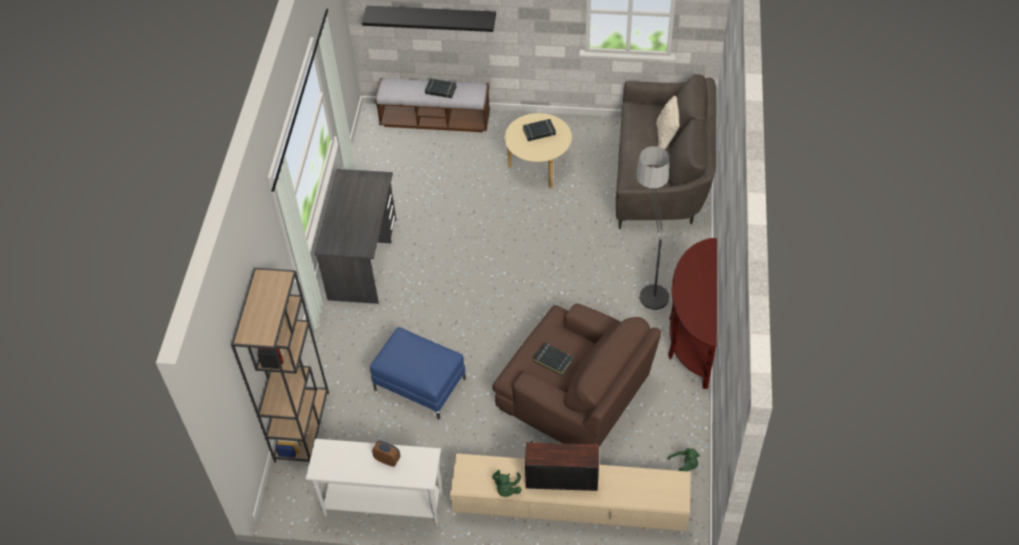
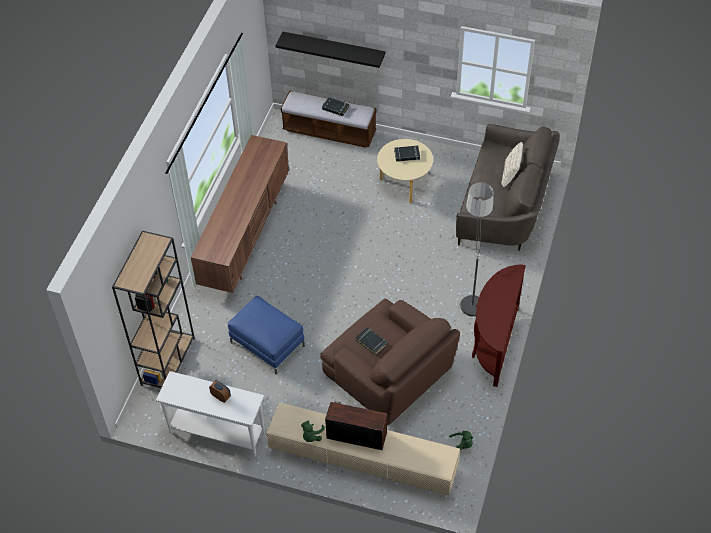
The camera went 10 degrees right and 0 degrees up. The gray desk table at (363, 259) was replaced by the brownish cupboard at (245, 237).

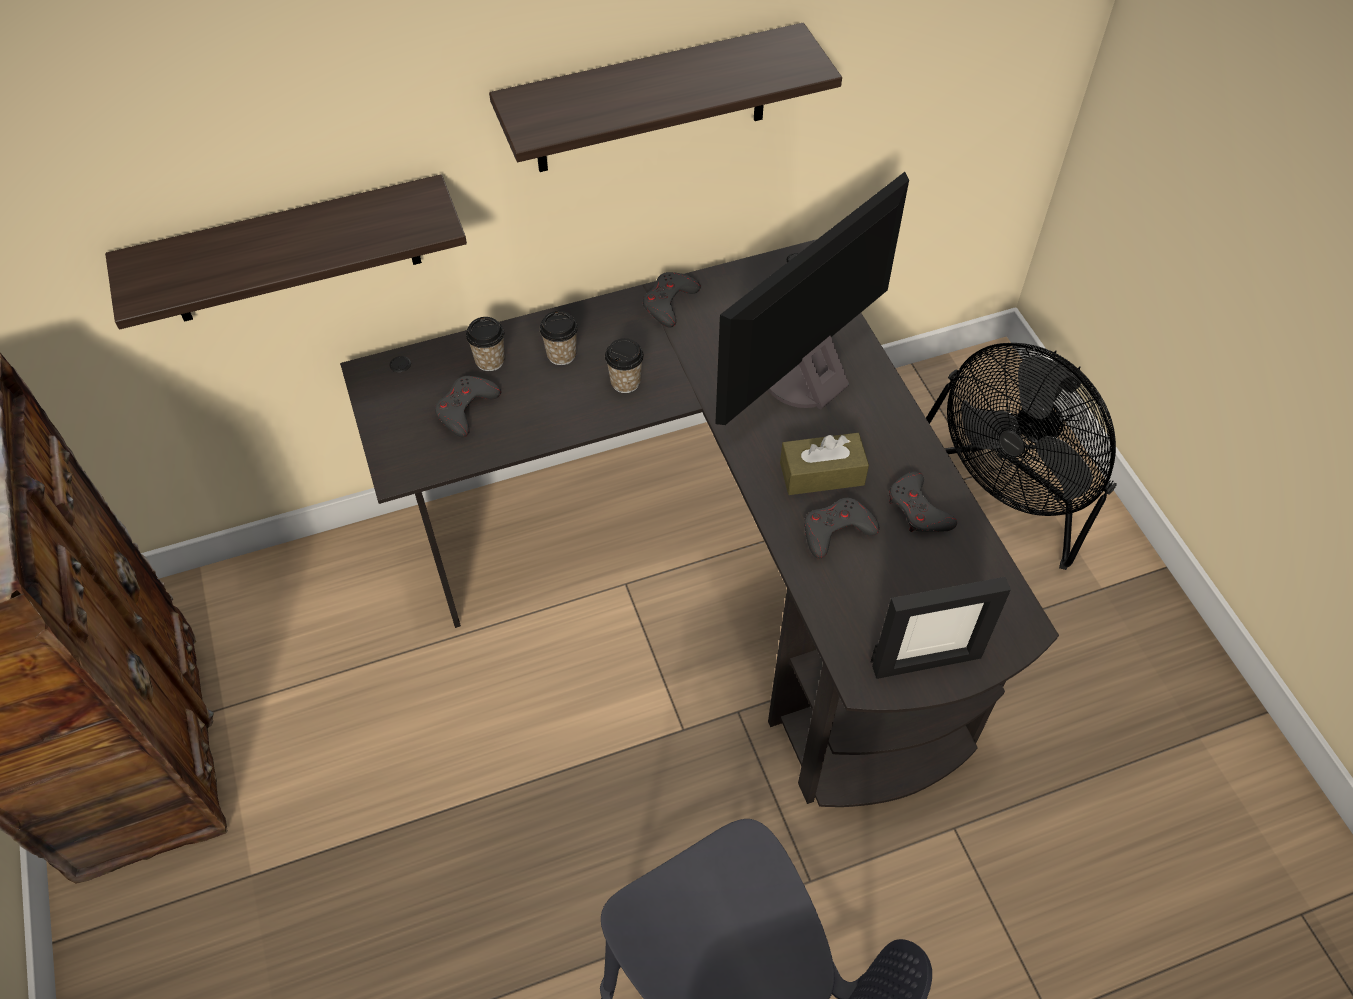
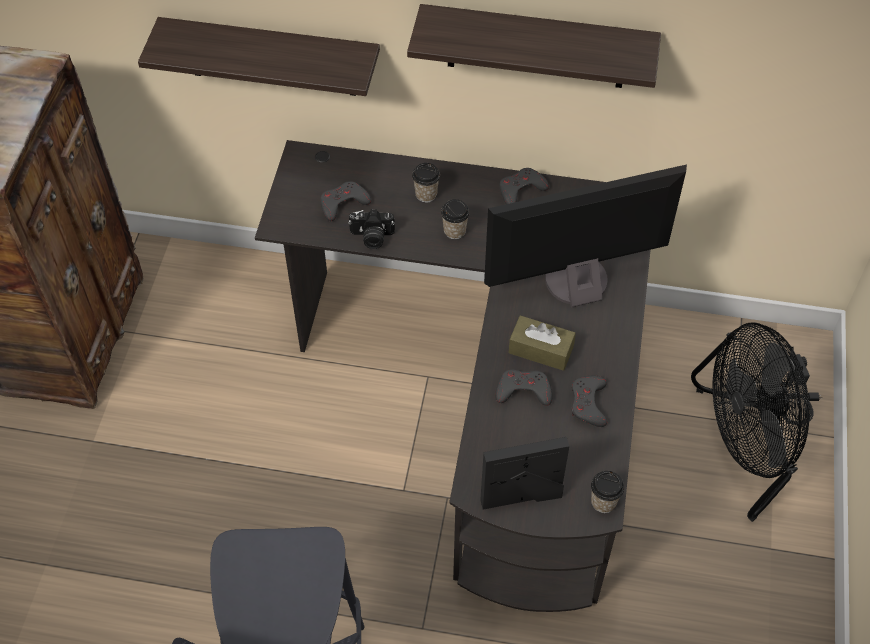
The camera went 30 degrees right and 0 degrees up. The cup moved from (490, 360) to (603, 502). The photo frame at (925, 660) turned 150 degrees clockwise. The still camera at (372, 237) appeared.

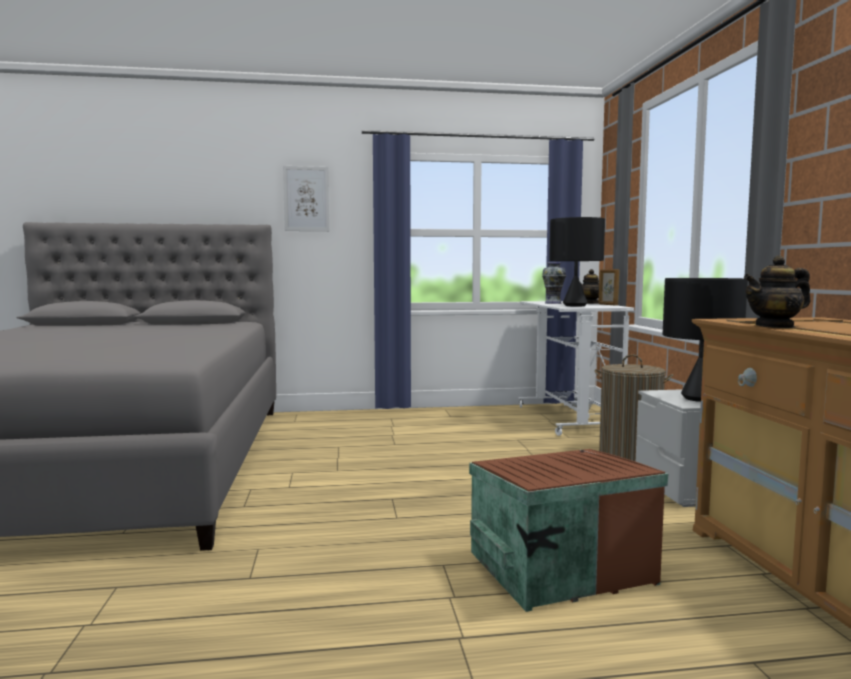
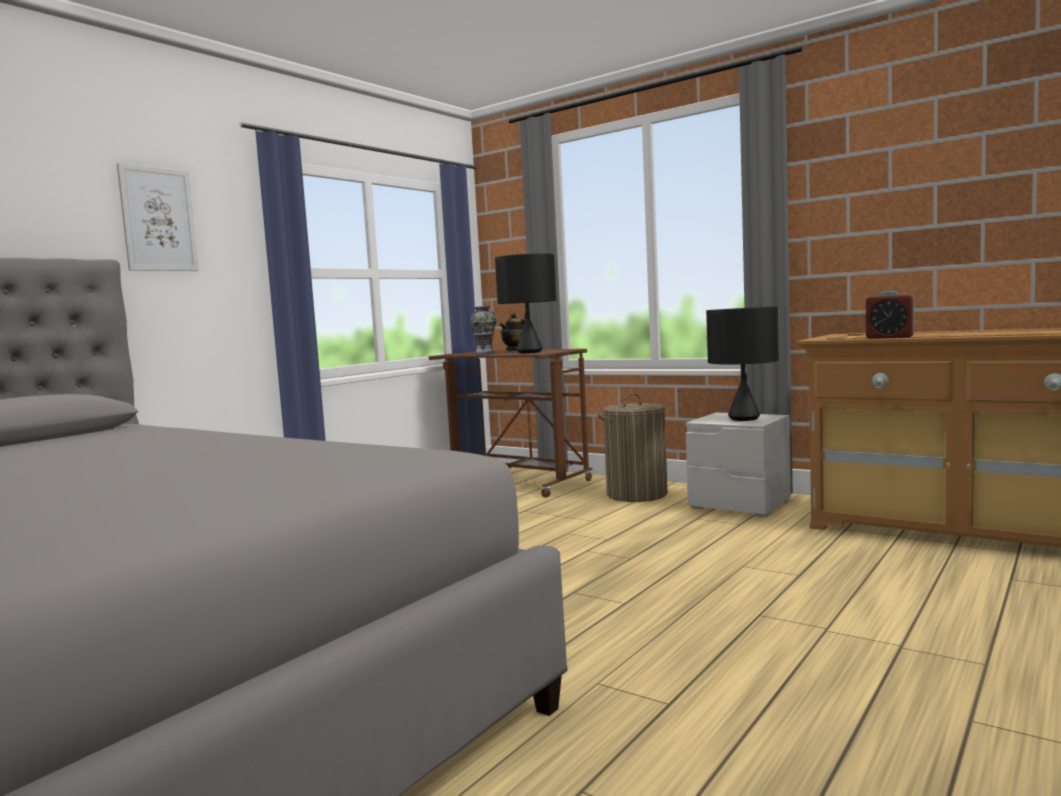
The camera went 45 degrees left and 0 degrees up. The tea pot at (775, 326) was replaced by the alarm clock at (889, 337). The photo frame at (607, 304) disappeared. The whitish desk table at (569, 419) became the brownish desk table at (514, 482). The brownish storage bin at (557, 566) disappeared.

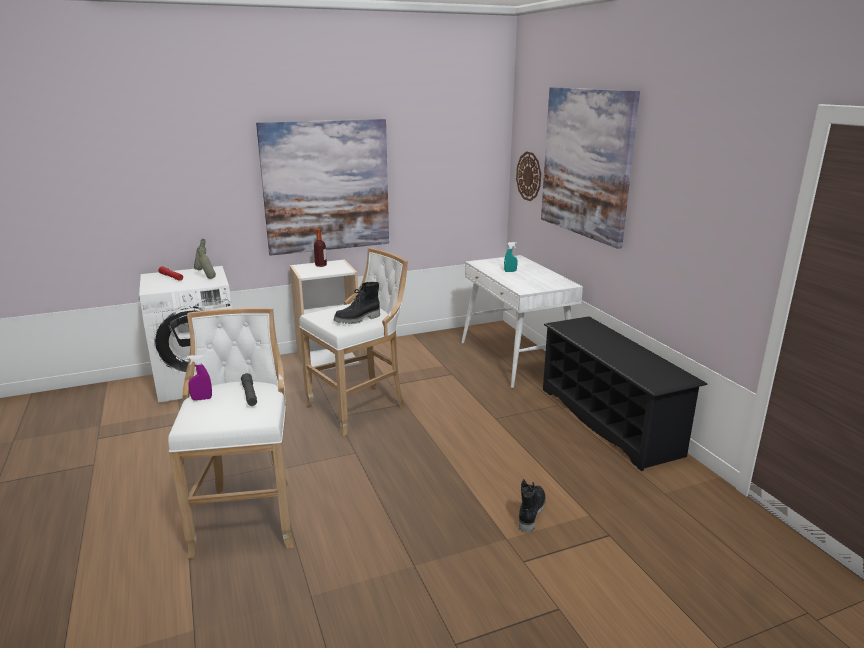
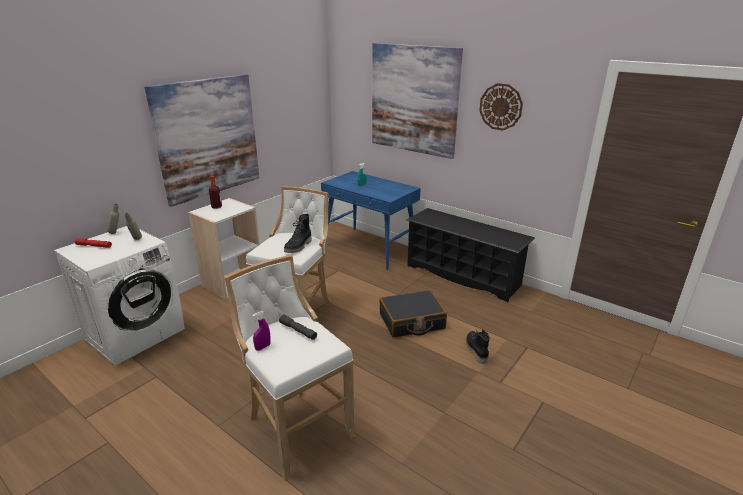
The camera went 30 degrees left and 5 degrees up. The hanging clock moved from (529, 176) to (500, 107). The whitish desk table at (516, 358) became the blue desk table at (370, 247). The black suitcase at (411, 322) appeared.

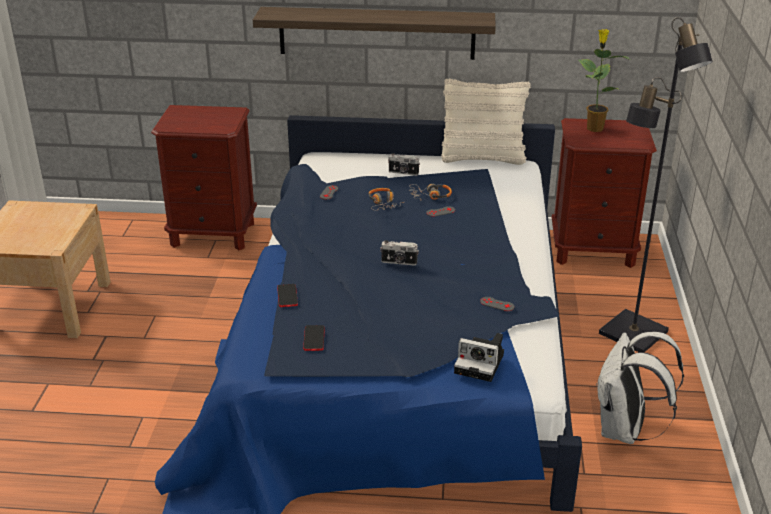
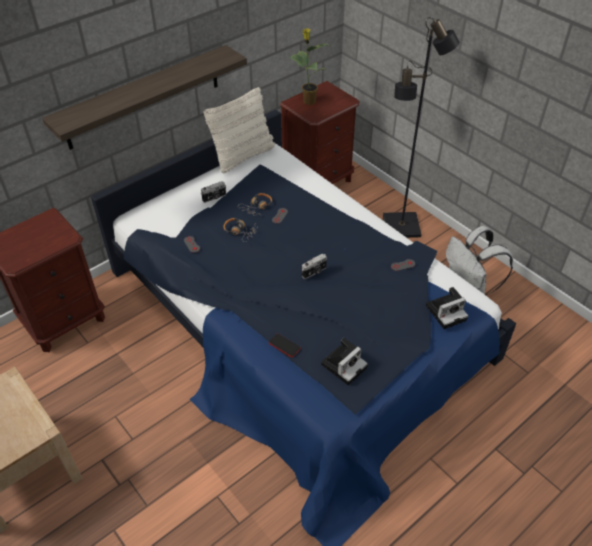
The camera went 45 degrees left and 15 degrees up. The handset at (314, 338) was replaced by the still camera at (344, 364).

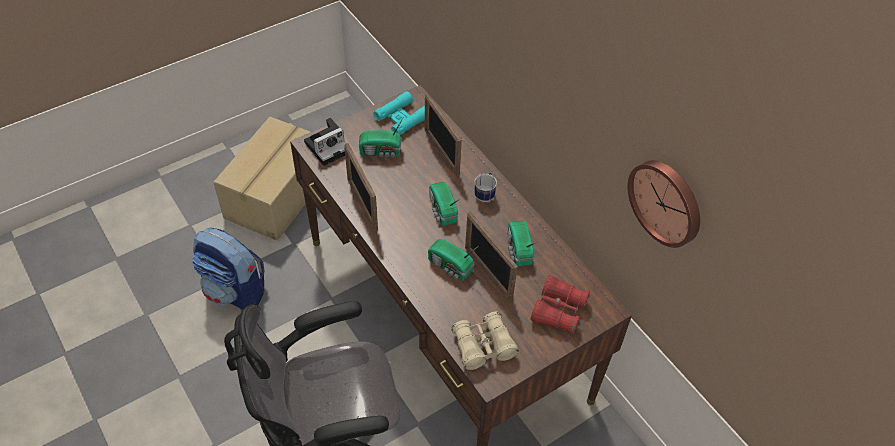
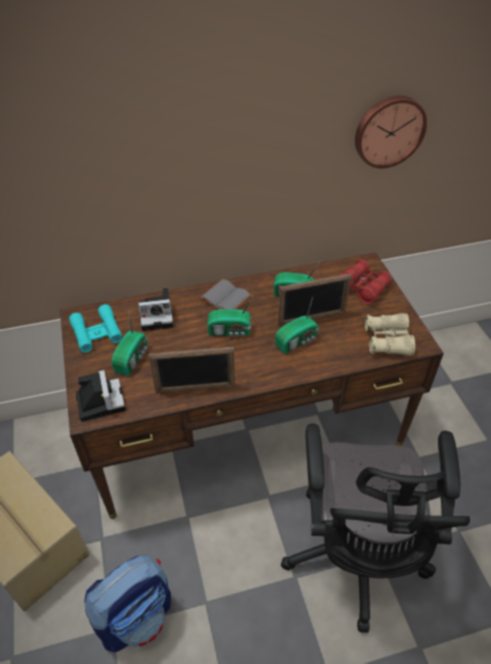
The camera went 70 degrees left and 5 degrees down. The photo frame at (441, 152) was replaced by the still camera at (158, 315). The tea mug at (485, 194) was replaced by the gray bound book at (224, 298).

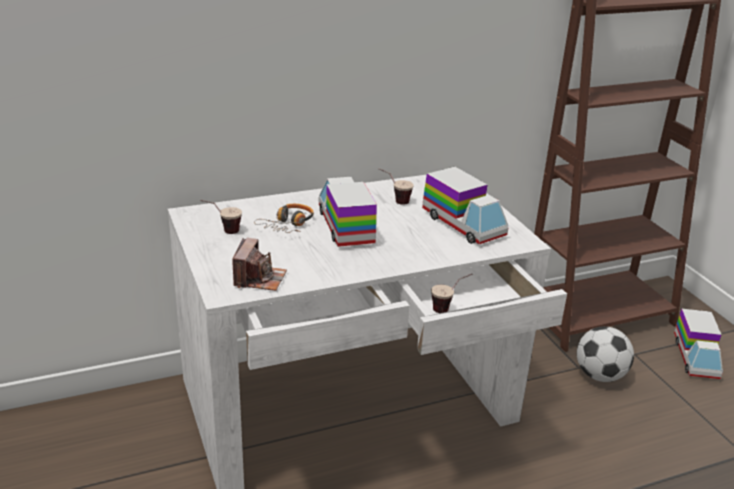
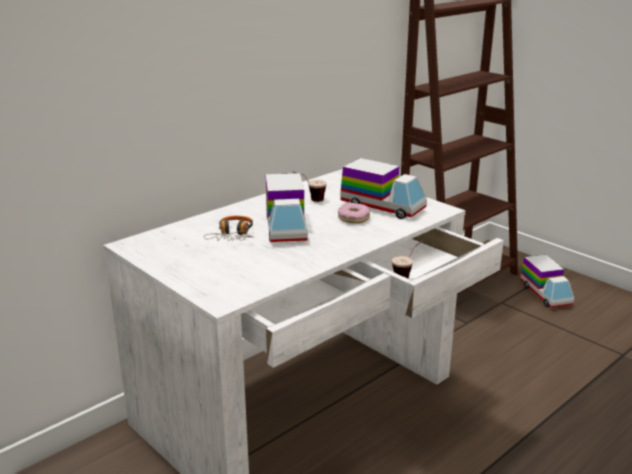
The camera went 20 degrees left and 5 degrees down. The model truck at (345, 227) turned 150 degrees counterclockwise. The cup at (222, 231) disappeared. The still camera at (259, 279) disappeared. The ball for football at (600, 375) disappeared. The donut at (354, 218) appeared.

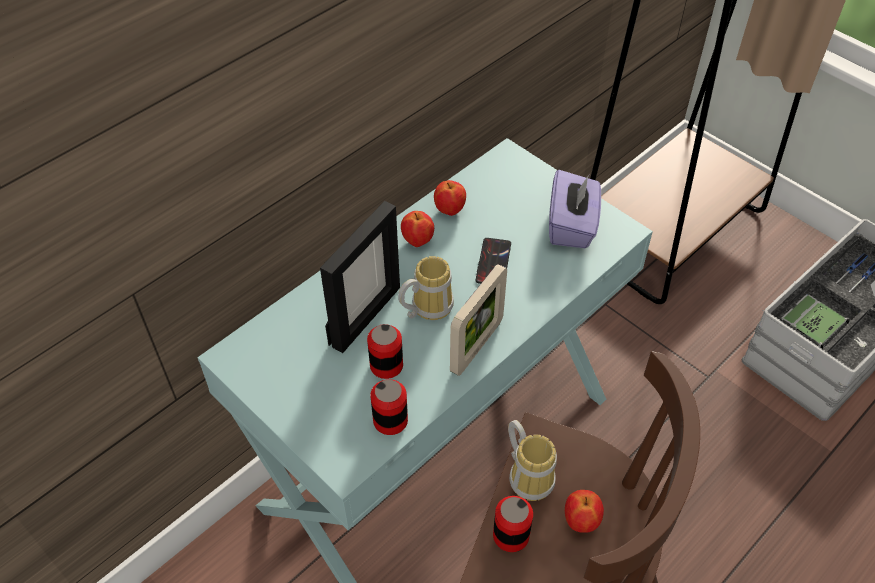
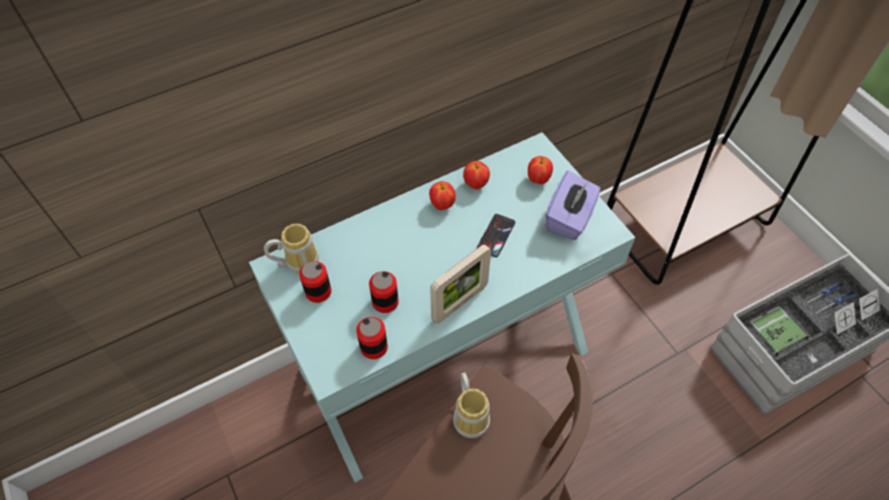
The camera went 15 degrees right and 5 degrees up. The photo frame at (365, 315) disappeared. The tea mug moved from (426, 307) to (297, 261). The apple moved from (581, 521) to (538, 179). The sealed can moved from (511, 535) to (318, 292).

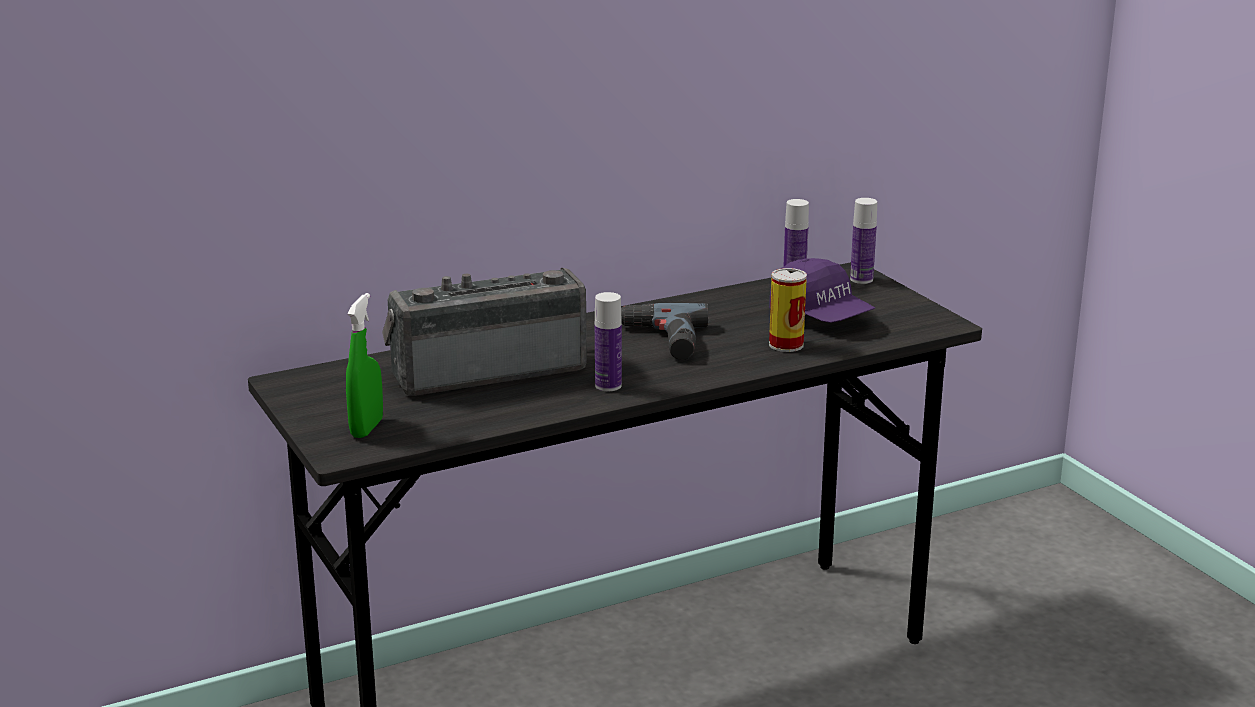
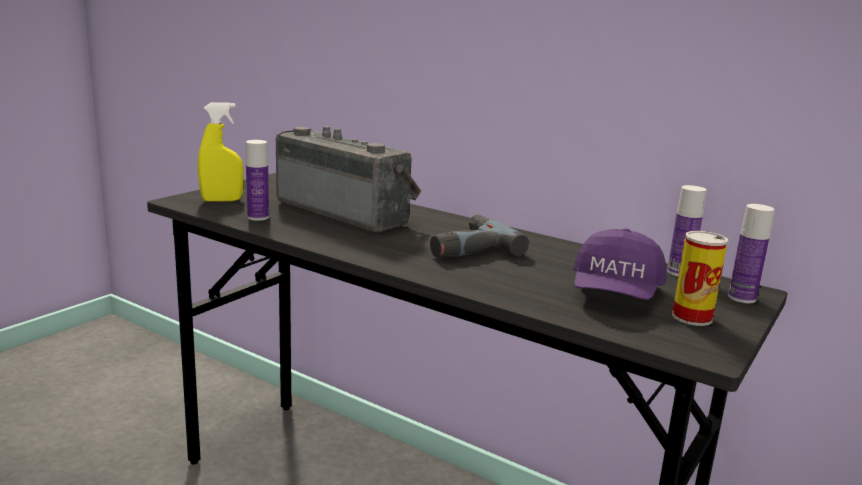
The camera went 60 degrees right and 5 degrees down. The sealed can moved from (786, 345) to (692, 317). The beverage bottle moved from (608, 386) to (258, 217). The greenish hand sprayer at (366, 428) became the yellow hand sprayer at (222, 200).

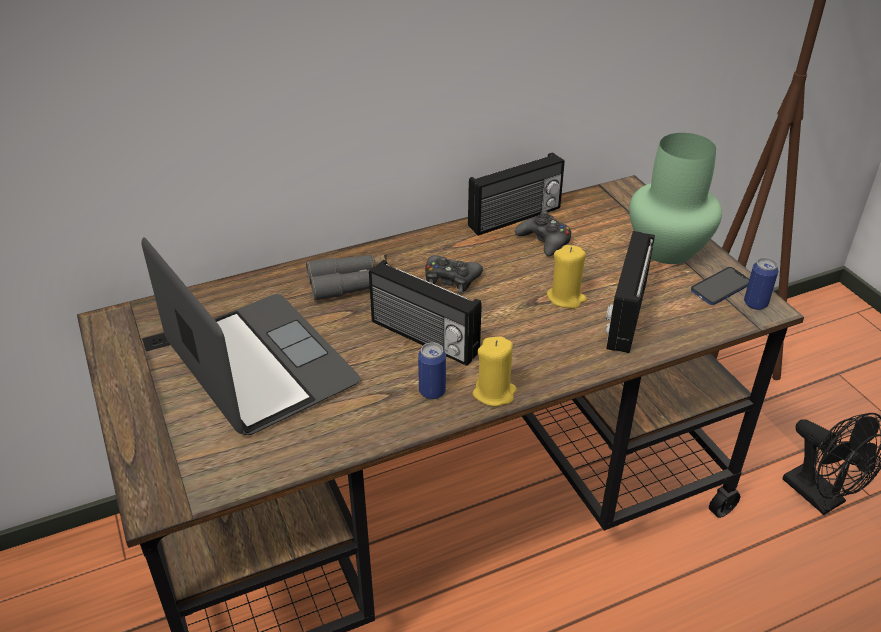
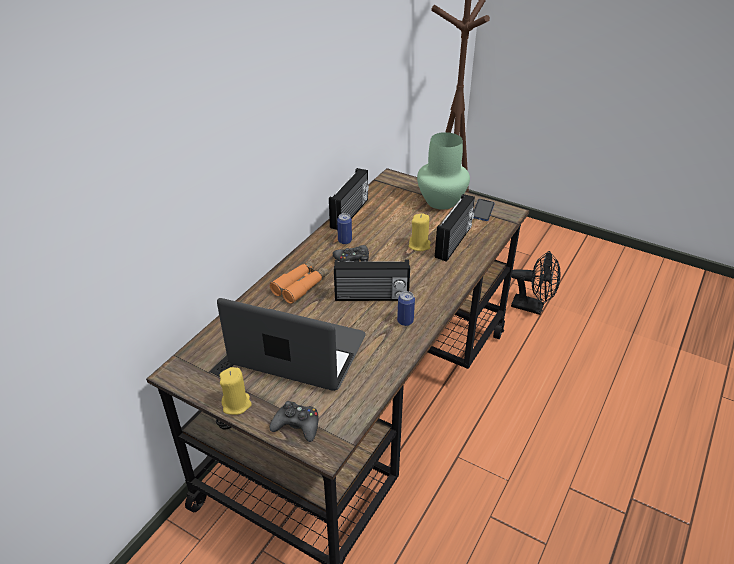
The camera went 35 degrees left and 0 degrees up. The black joypad moved from (544, 241) to (297, 425). The radio at (624, 315) turned 135 degrees counterclockwise. The gray pair of binoculars at (351, 284) became the orange pair of binoculars at (301, 286). The sealed can moved from (755, 303) to (344, 241). The yellow wax candle moved from (494, 393) to (236, 404).

